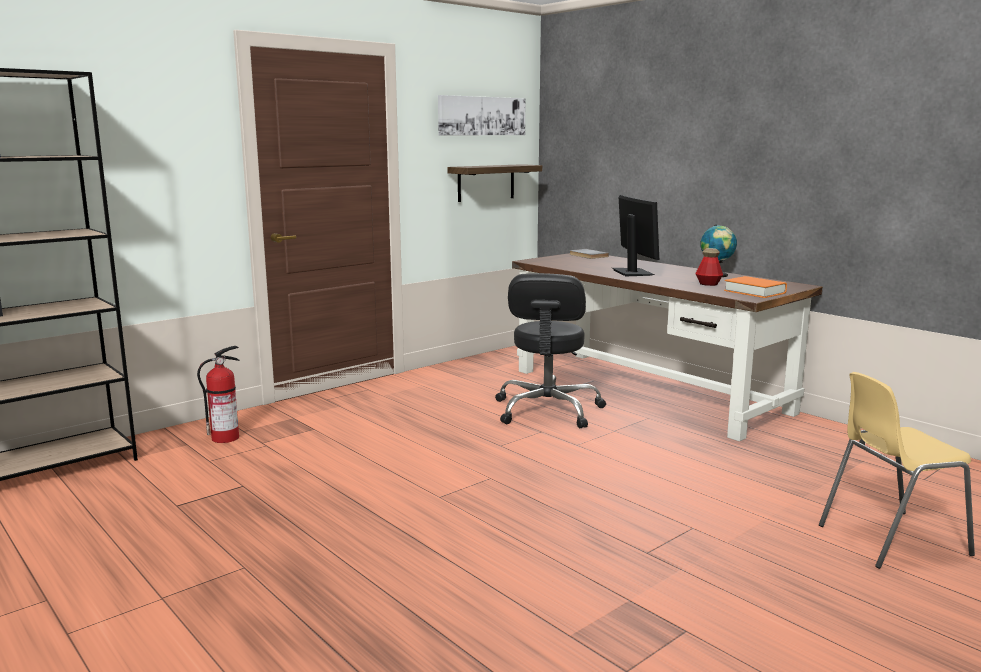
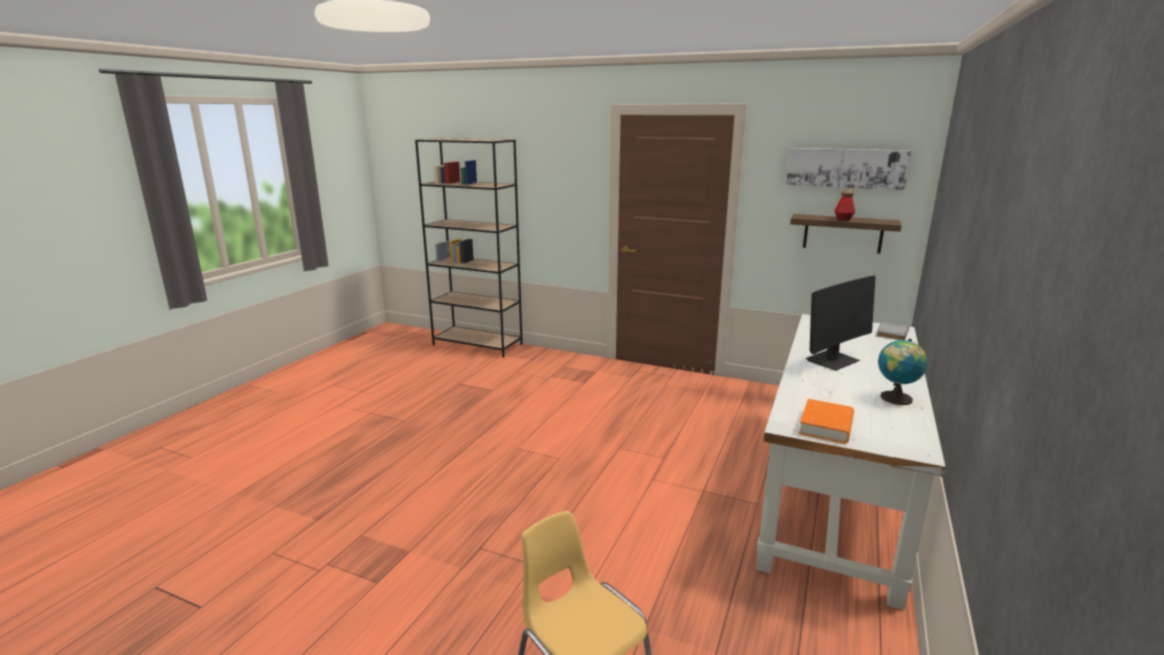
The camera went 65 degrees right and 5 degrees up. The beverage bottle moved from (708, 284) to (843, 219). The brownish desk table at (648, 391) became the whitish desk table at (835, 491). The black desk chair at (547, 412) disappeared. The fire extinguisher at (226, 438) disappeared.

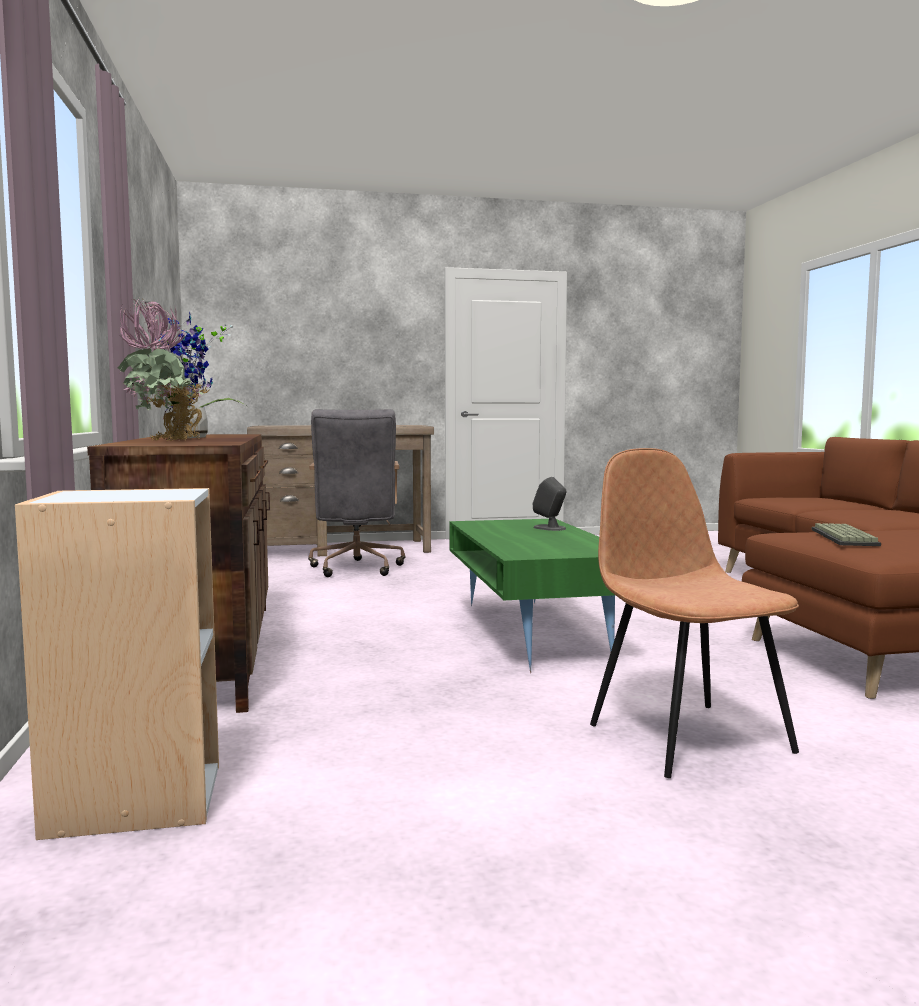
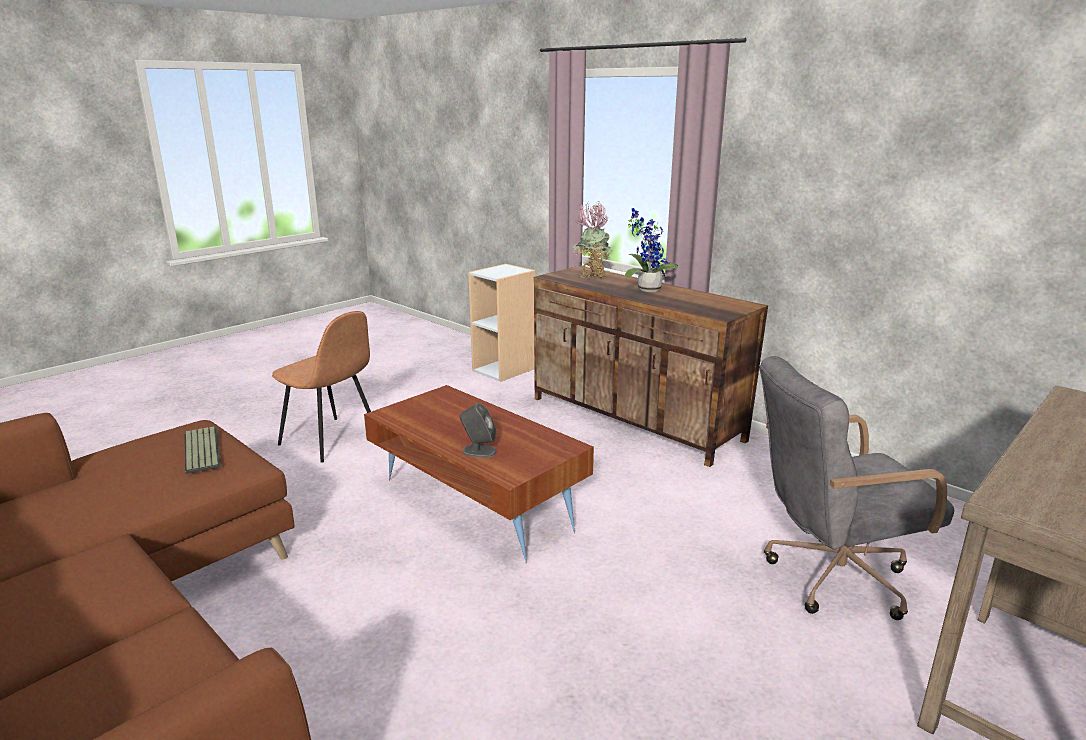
The camera went 145 degrees right and 15 degrees up. The gray desk chair at (356, 570) turned 60 degrees counterclockwise. The greenish low table at (534, 632) became the brownish low table at (475, 505).

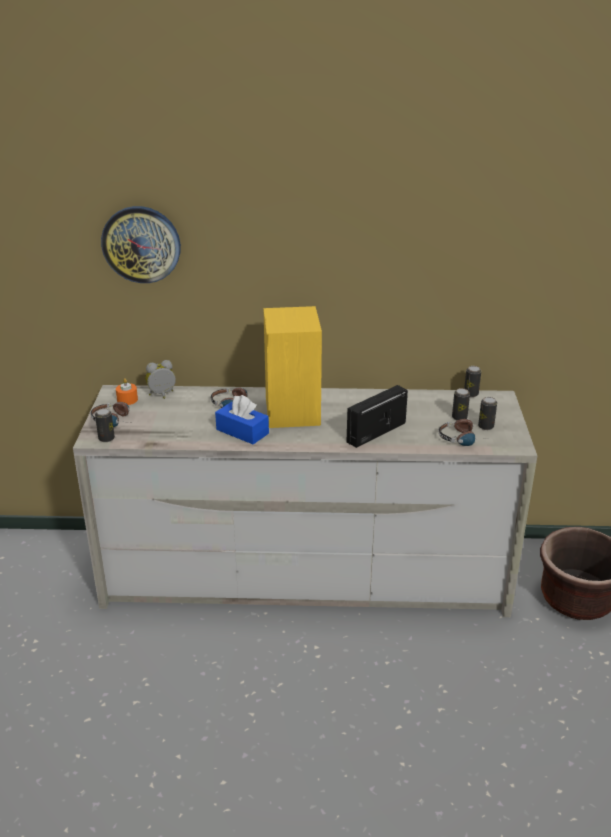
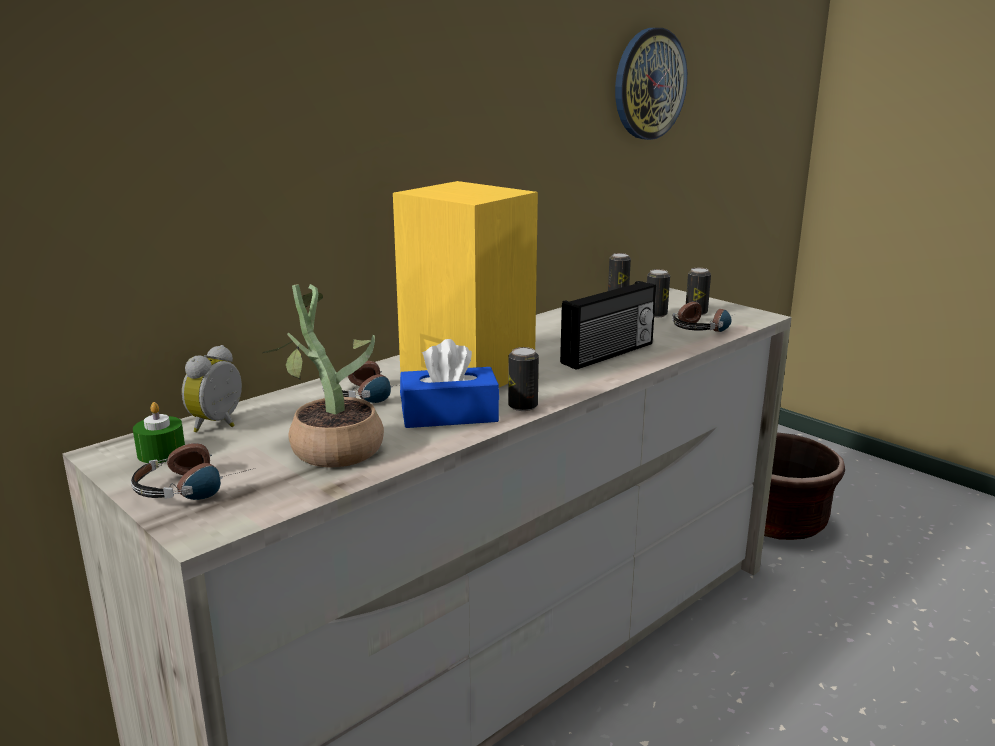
The camera went 45 degrees left and 10 degrees down. The hanging clock moved from (141, 244) to (649, 84). The orange wax candle at (127, 400) became the greenish wax candle at (161, 453). The radio at (375, 432) turned 135 degrees counterclockwise. The sealed can moved from (106, 438) to (523, 406). The plant in a pot at (330, 446) appeared.

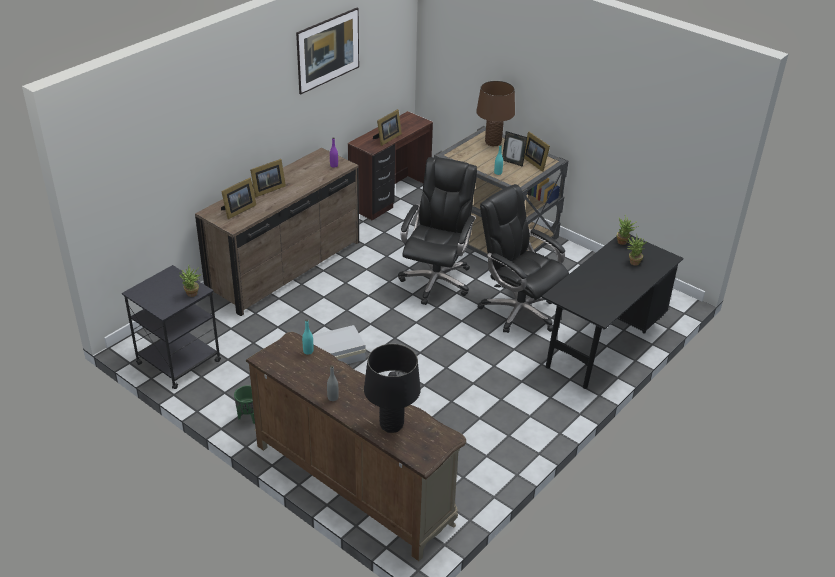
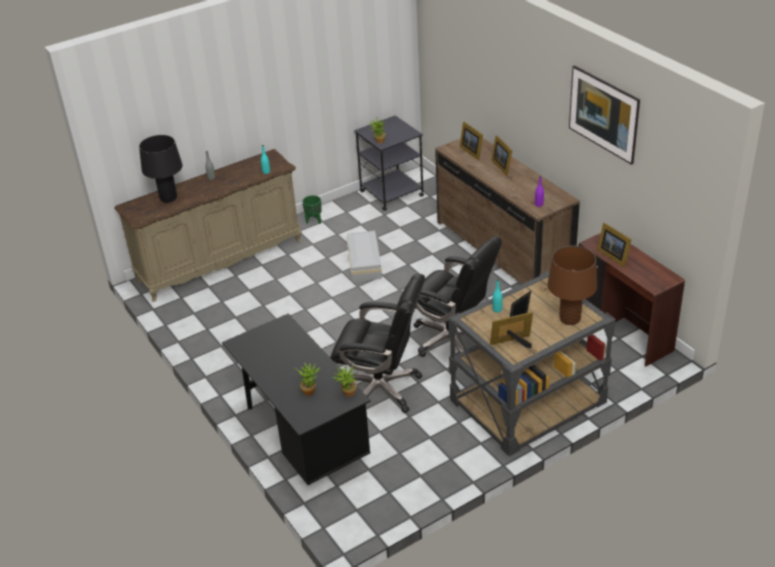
The camera went 110 degrees right and 0 degrees up. The black desk chair at (518, 311) turned 45 degrees clockwise.

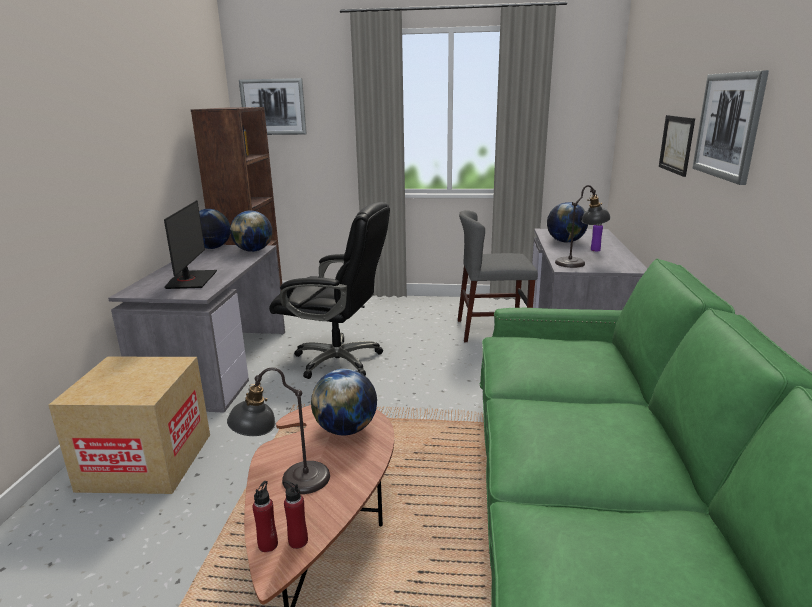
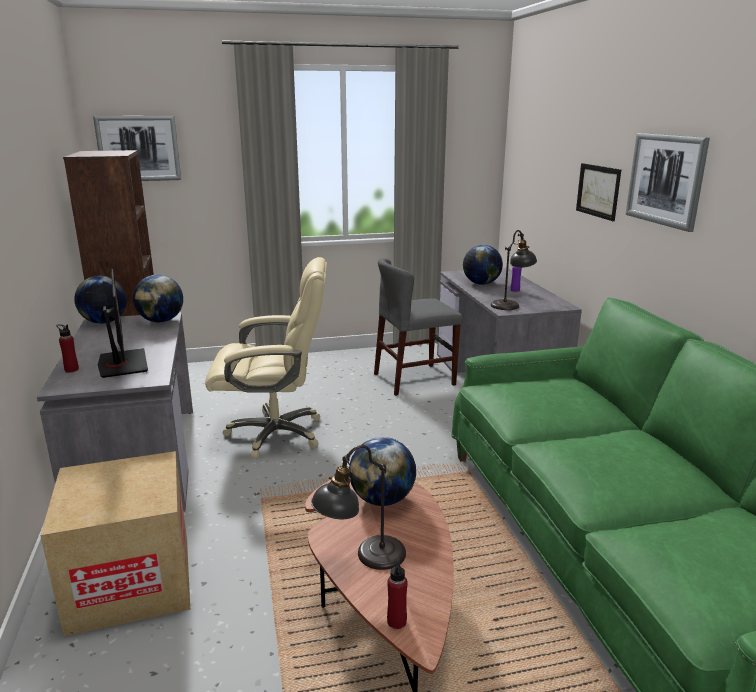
The camera went 20 degrees left and 0 degrees up. The black desk chair at (335, 360) became the beige-coloured desk chair at (273, 433). The red beverage bottle moved from (298, 541) to (71, 370).

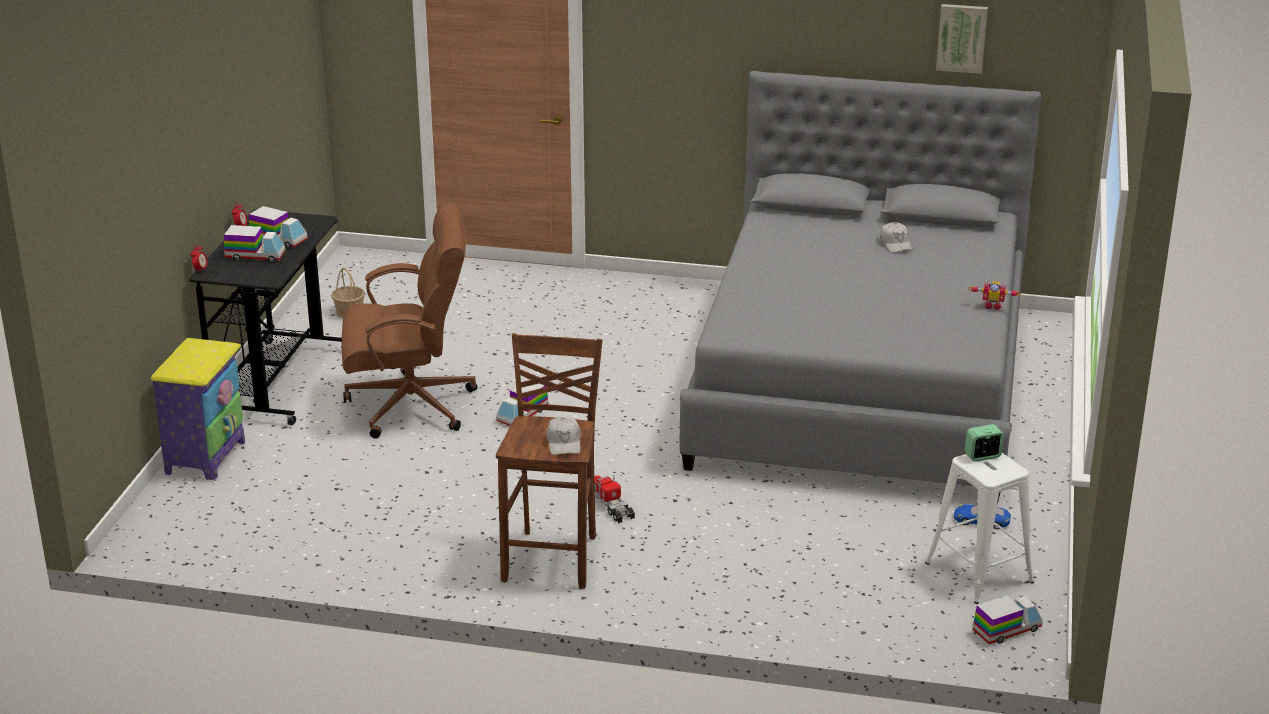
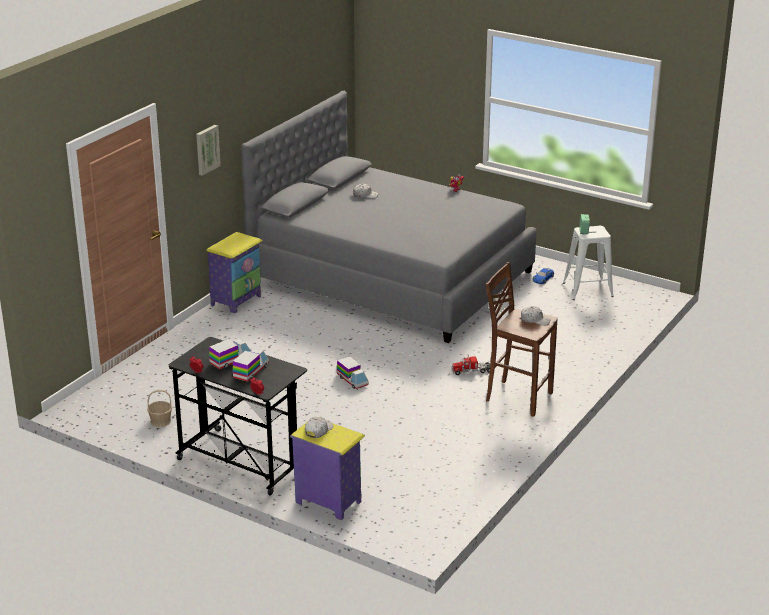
The camera went 70 degrees left and 0 degrees up. The wall picture moved from (961, 38) to (206, 149). The brownish desk chair at (410, 406) disappeared. The model truck at (1007, 630) disappeared. The nightstand at (238, 301) appeared. The whitish cap at (318, 431) appeared.

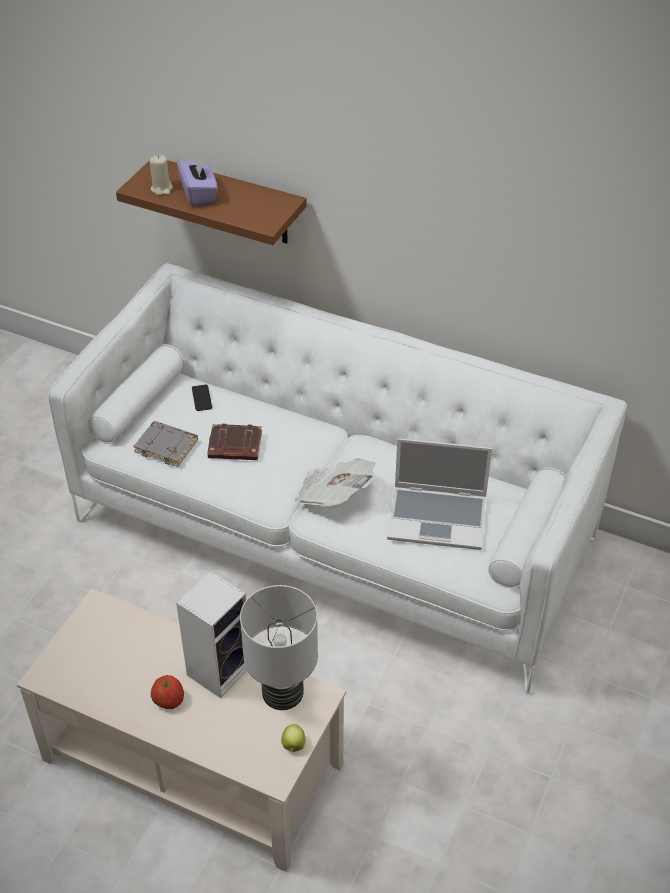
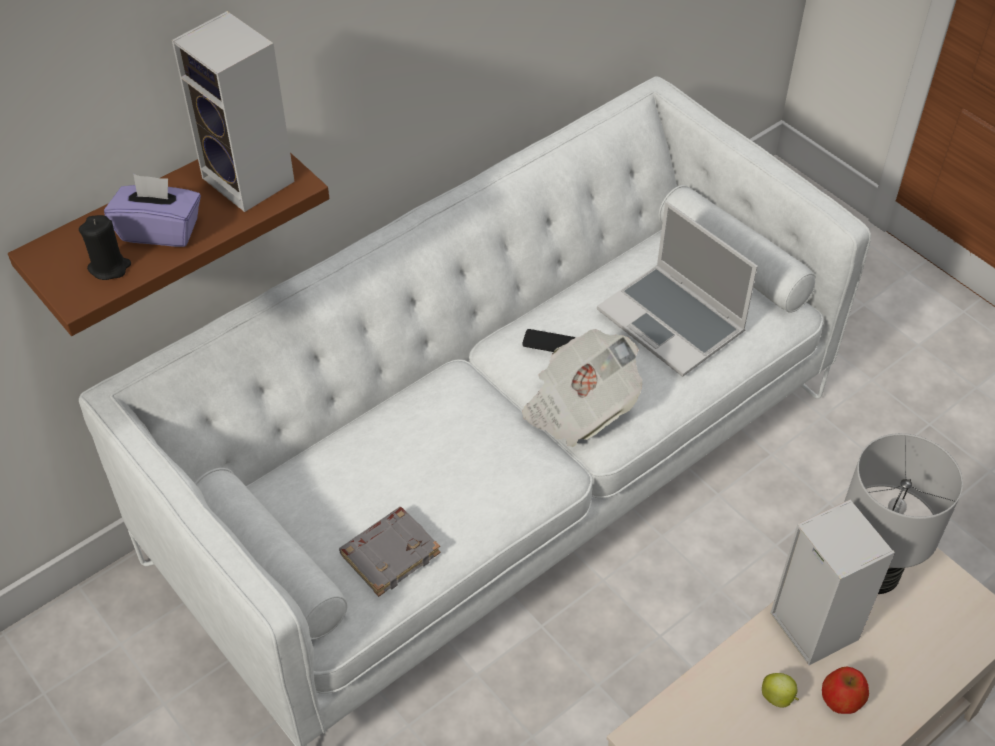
The camera went 65 degrees left and 5 degrees up. The beige-coloured wax candle at (162, 189) became the black wax candle at (109, 267). The handset moved from (201, 398) to (549, 342). The brownish bound book at (234, 447) disappeared. The laptop at (438, 518) turned 105 degrees clockwise. The apple moved from (293, 745) to (778, 697). The audio speaker at (252, 180) appeared.

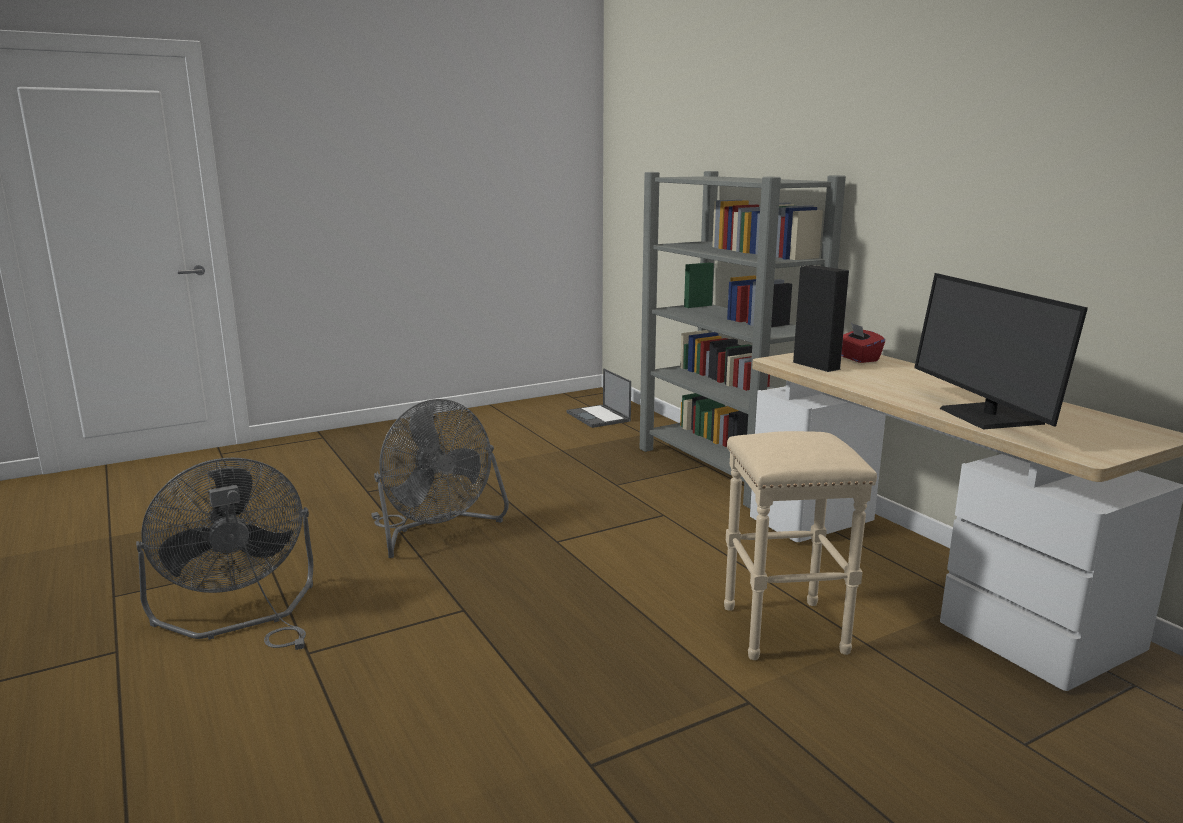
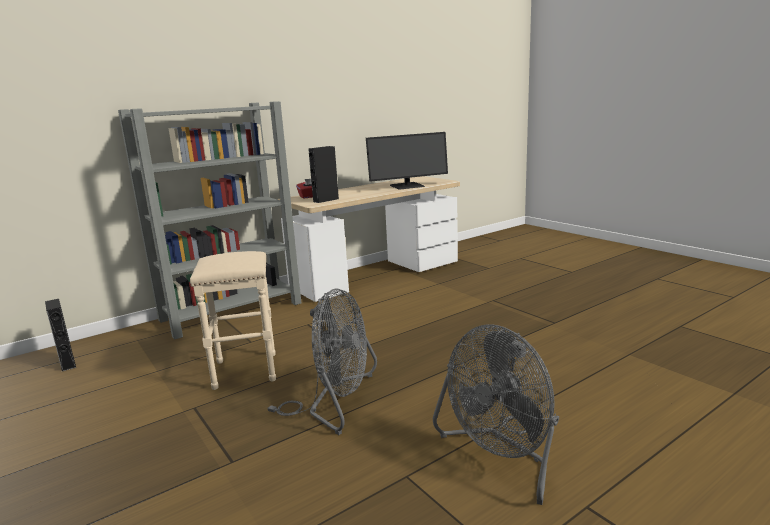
The camera went 95 degrees left and 0 degrees up. The laptop at (599, 417) was replaced by the black audio speaker at (67, 363). The gray electric fan at (430, 531) turned 60 degrees clockwise. The beige-coloured sitting stool moved from (781, 628) to (244, 371).

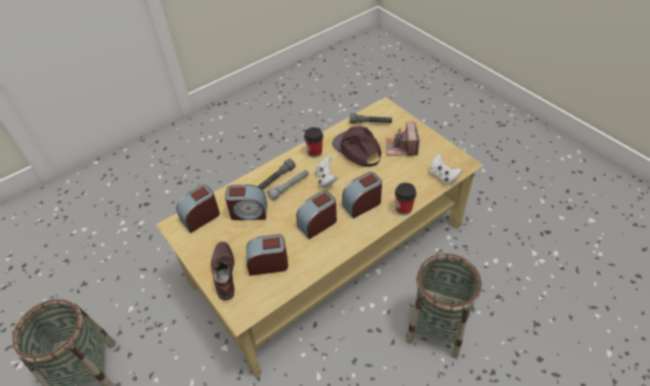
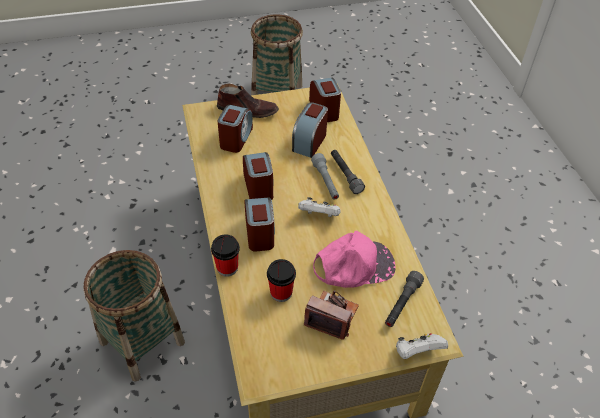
The camera went 110 degrees right and 0 degrees up. The brownish cap at (357, 150) became the pink-coloured cap at (353, 265). The cup moved from (314, 152) to (281, 292). The whitish joypad moved from (443, 176) to (417, 352).

